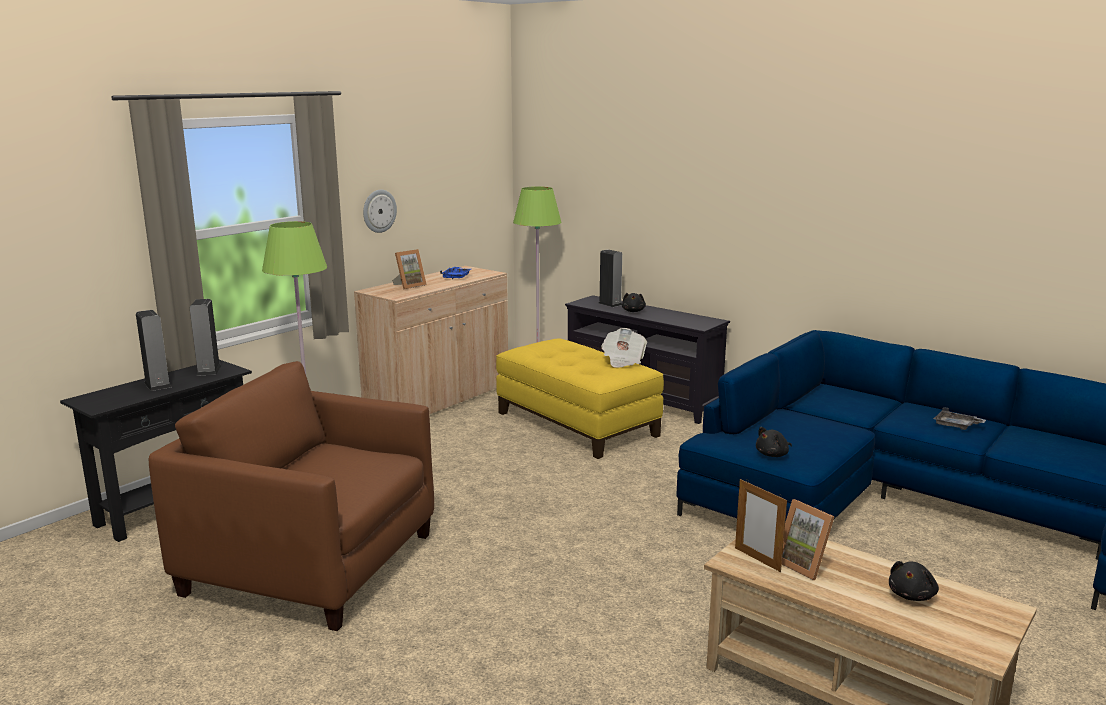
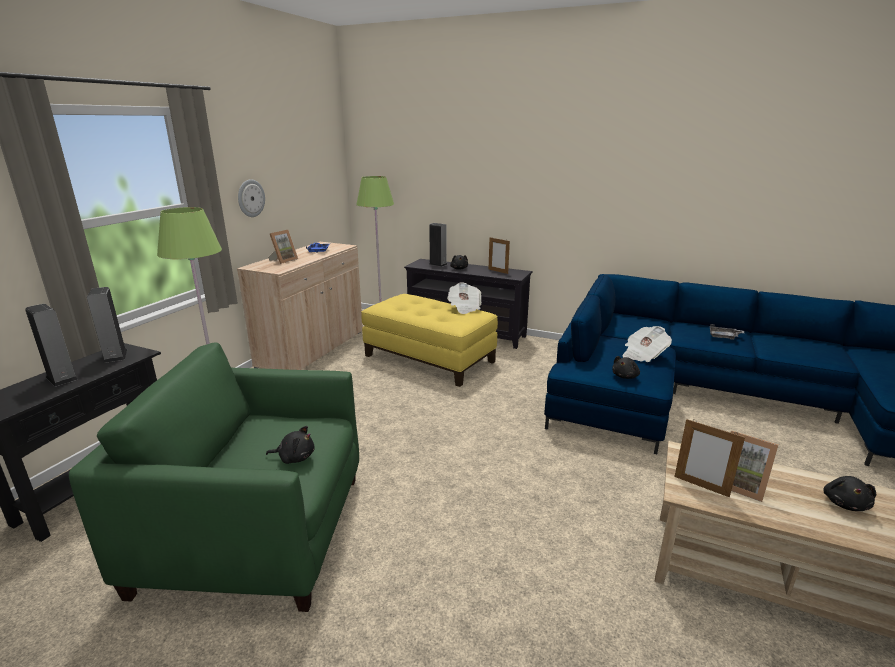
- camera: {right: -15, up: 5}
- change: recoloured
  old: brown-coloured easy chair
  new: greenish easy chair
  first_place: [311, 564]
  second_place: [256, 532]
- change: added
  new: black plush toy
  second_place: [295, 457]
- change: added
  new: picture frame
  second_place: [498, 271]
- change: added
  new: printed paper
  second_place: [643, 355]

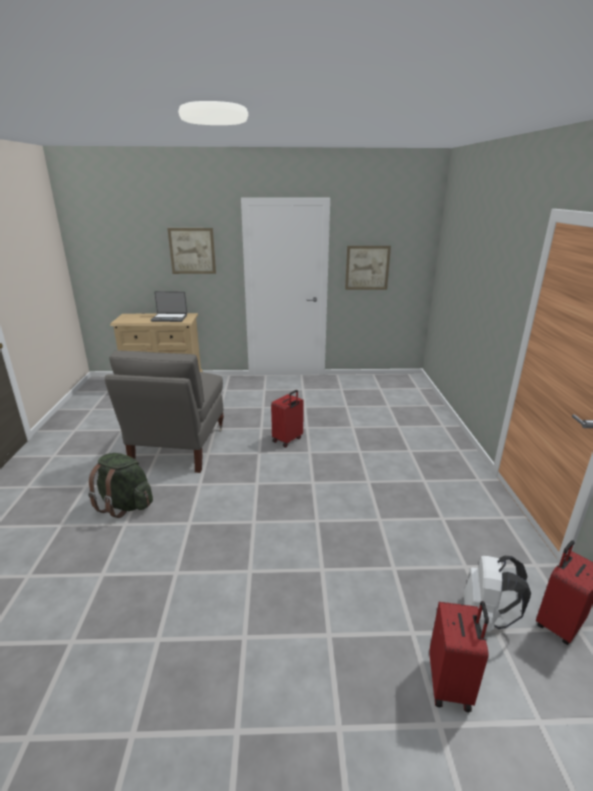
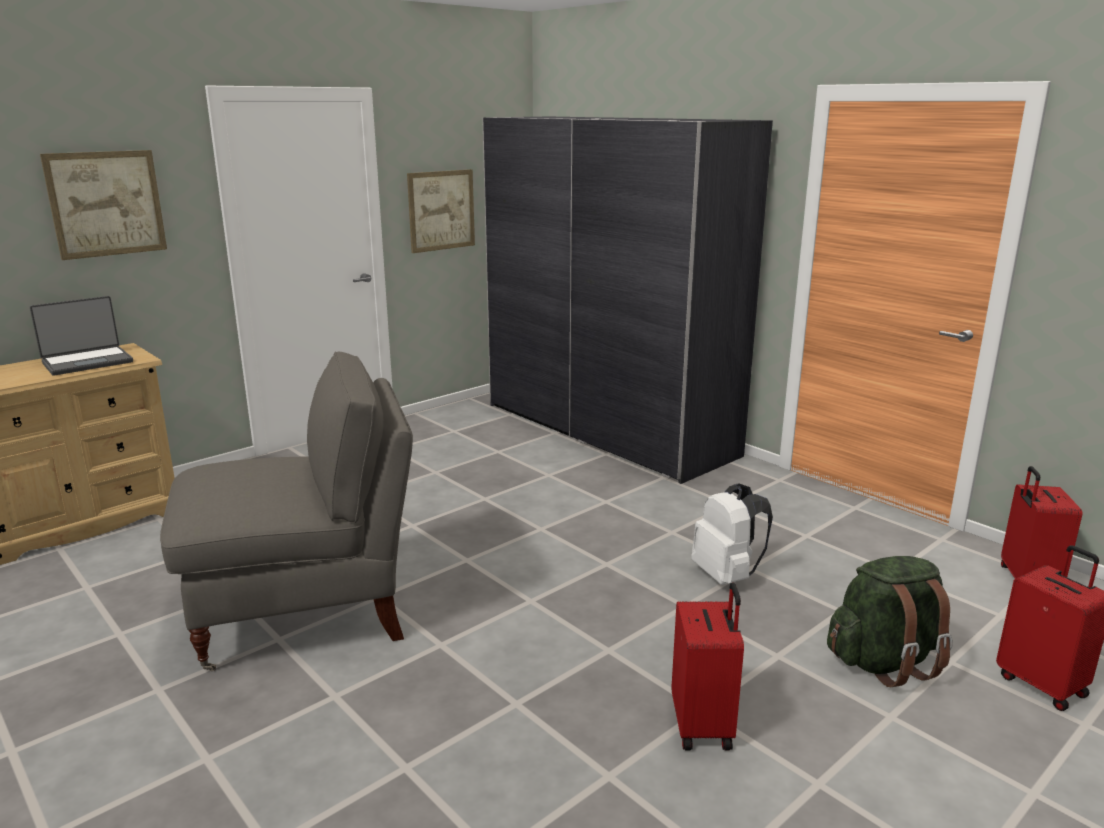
- camera: {right: -40, up: -5}
- change: moved
  old: greenish backpack
  first_place: [125, 505]
  second_place: [884, 662]
- change: turned
  old: grey easy chair
  first_place: [178, 447]
  second_place: [306, 611]
  degrees: -75
- change: moved
  old: reddish piece of luggage
  first_place: [288, 440]
  second_place: [704, 726]
- change: moved
  old: white-coloured backpack
  first_place: [485, 618]
  second_place: [727, 576]
- change: added
  new: grey armoire
  second_place: [607, 429]

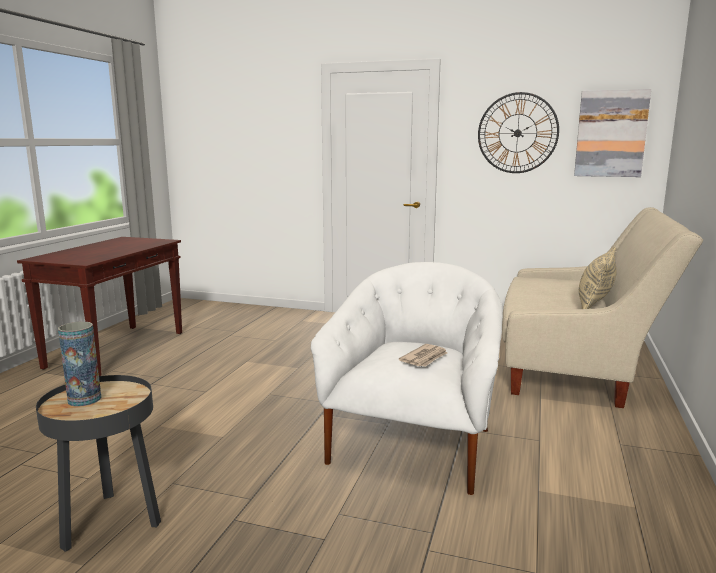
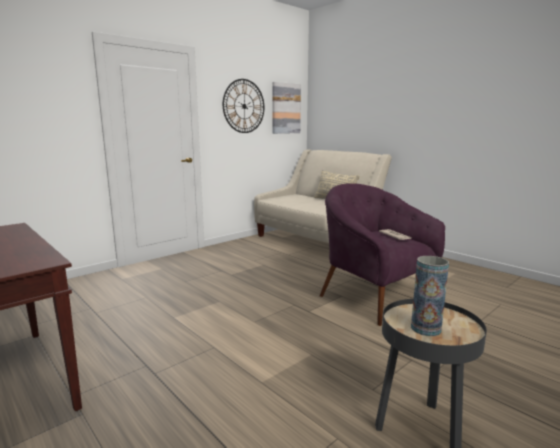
- camera: {right: -60, up: 0}
- change: recoloured
  old: white-coloured easy chair
  new: purplish easy chair
  first_place: [413, 445]
  second_place: [374, 297]

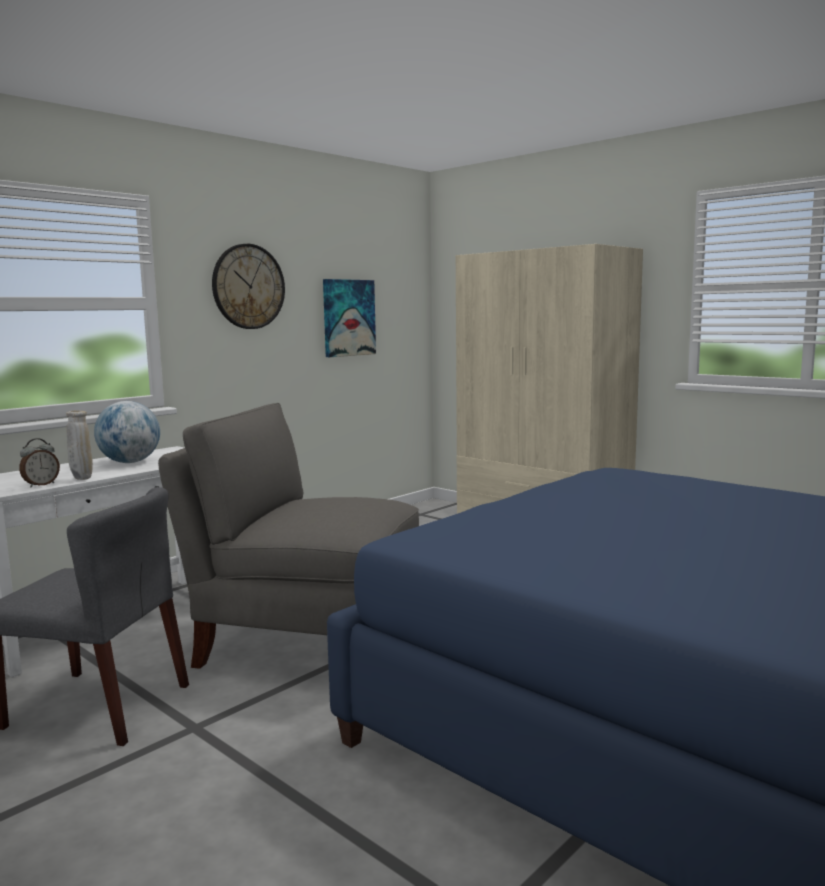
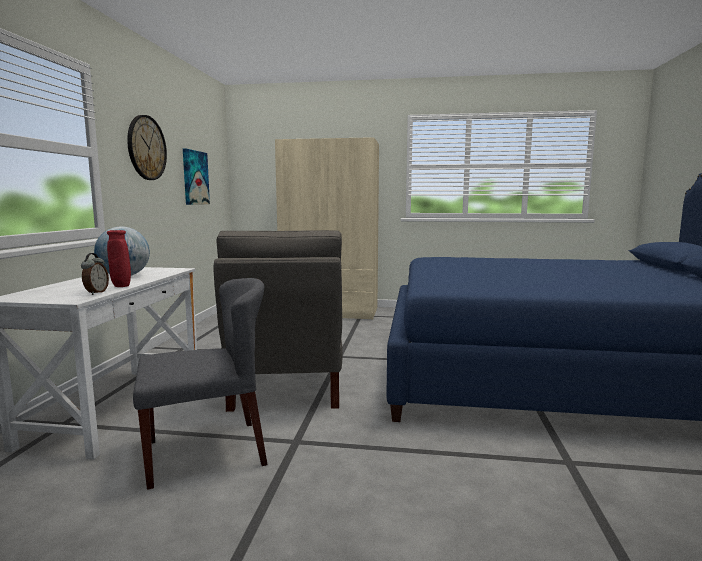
- camera: {right: -35, up: 0}
- change: recoloured
  old: sand-coloured decorative vase
  new: reddish decorative vase
  first_place: [82, 479]
  second_place: [121, 287]
- change: turned
  old: grey easy chair
  first_place: [304, 643]
  second_place: [286, 385]
  degrees: -75

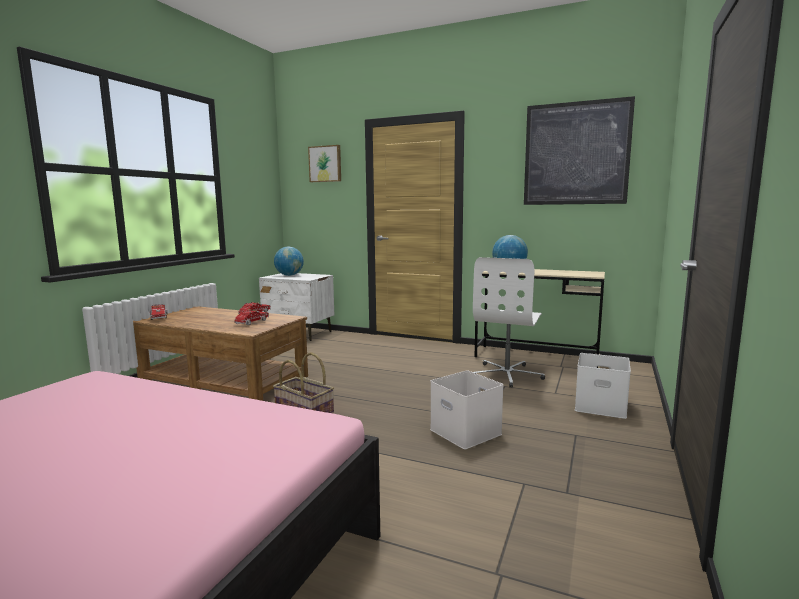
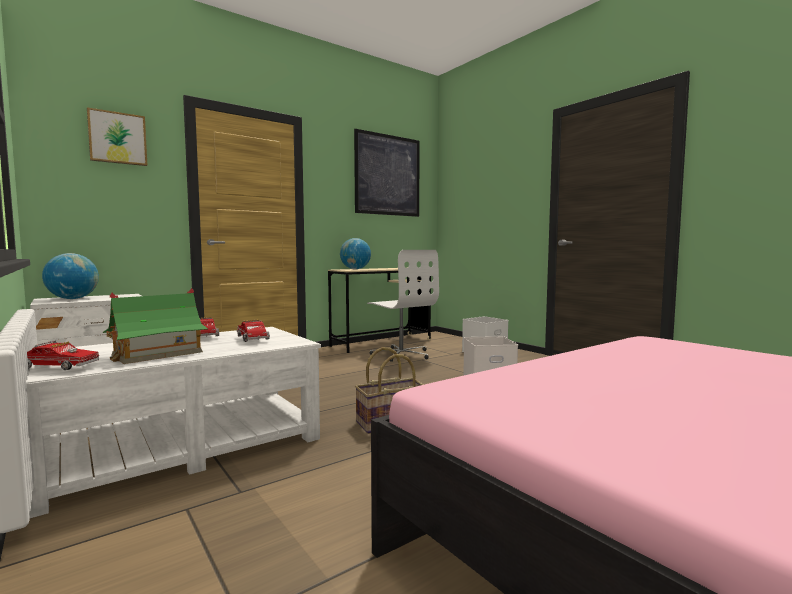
- camera: {right: -60, up: -5}
- change: recoloured
  old: brown-coloured low table
  new: white-coloured low table
  first_place: [224, 379]
  second_place: [181, 447]
- change: added
  new: model house
  second_place: [157, 354]

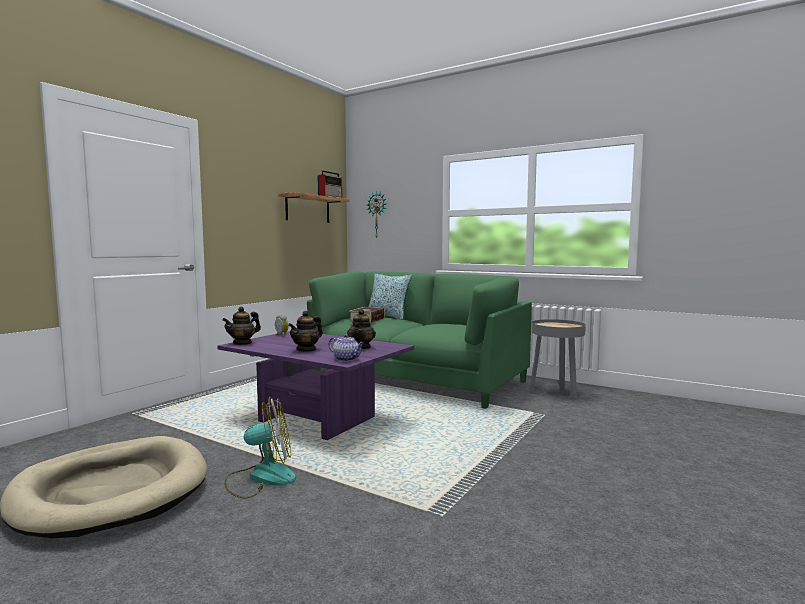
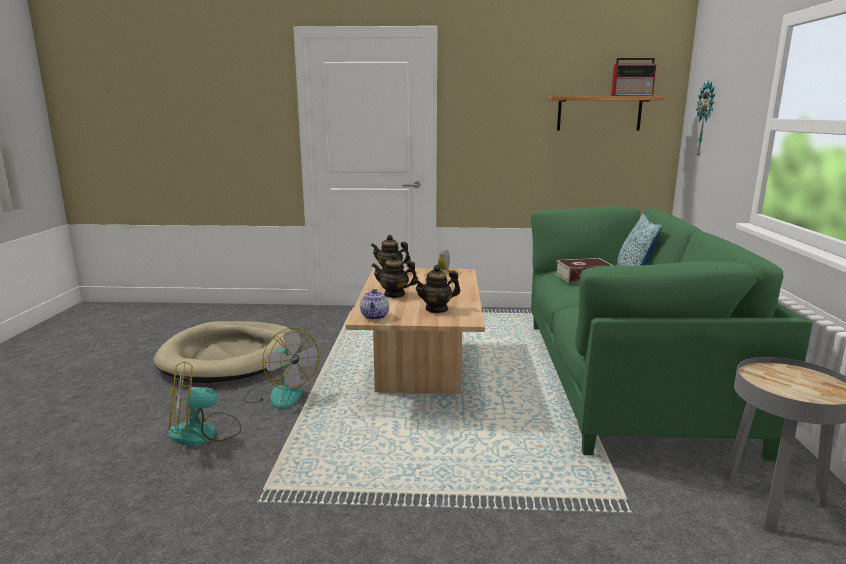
- camera: {right: 60, up: 10}
- change: recoloured
  old: purplish low table
  new: sand-coloured low table
  first_place: [317, 419]
  second_place: [420, 371]
- change: added
  new: cooling fan
  second_place: [204, 433]

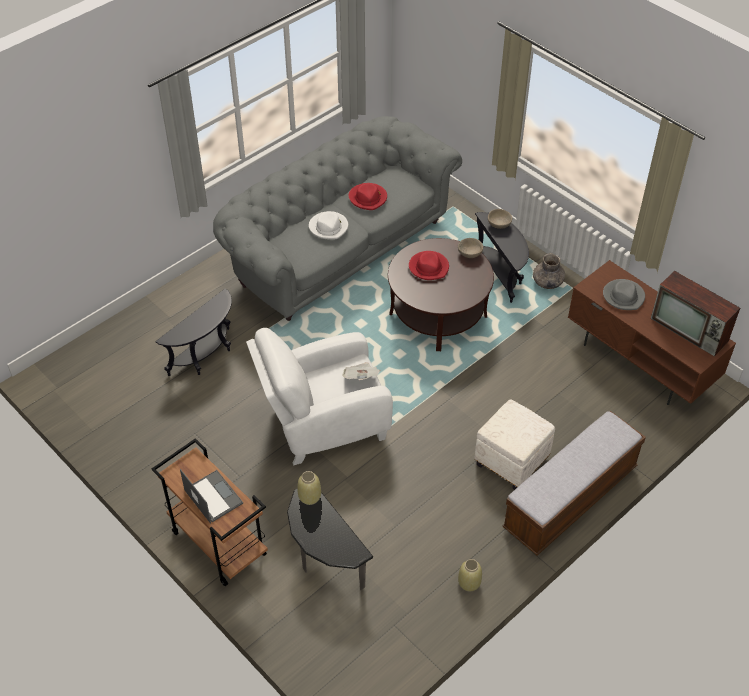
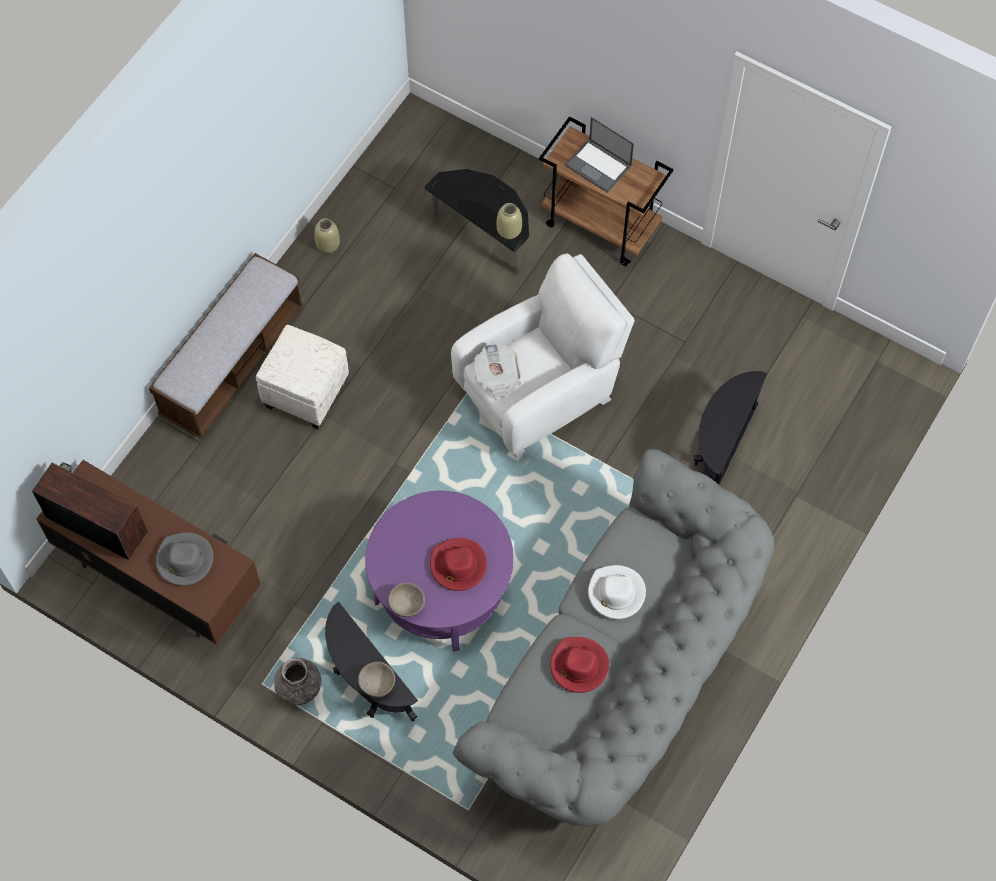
- camera: {right: 165, up: 15}
- change: recoloured
  old: brown-coloured low table
  new: purplish low table
  first_place: [438, 314]
  second_place: [441, 588]

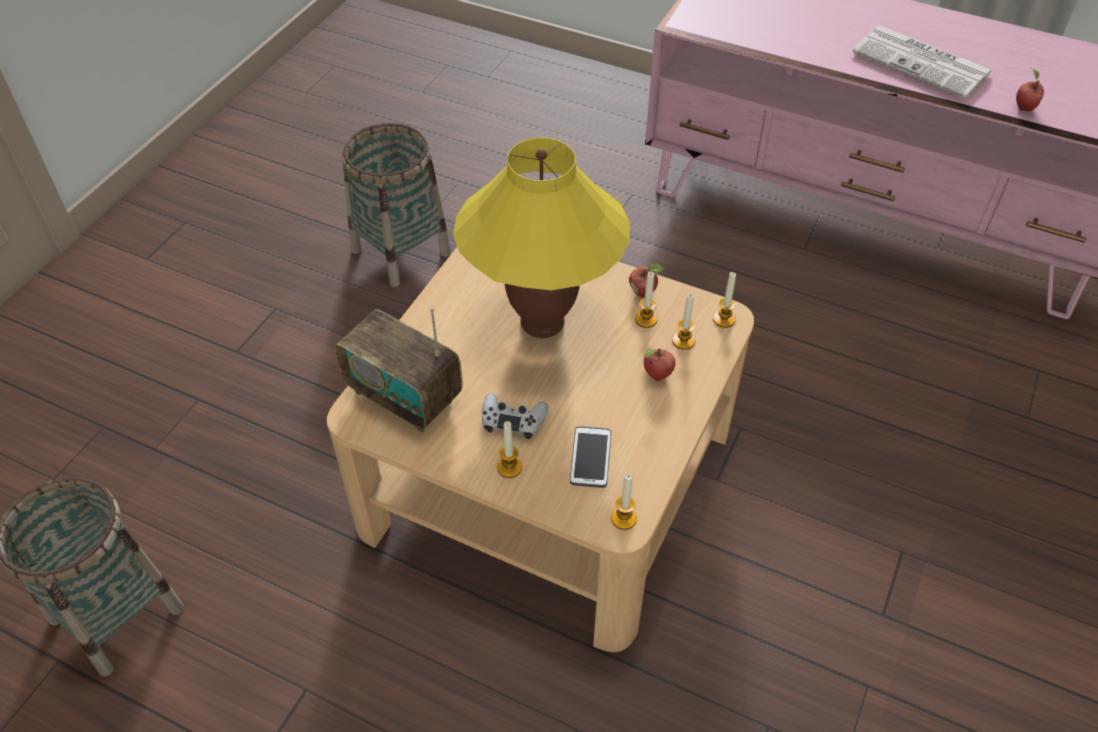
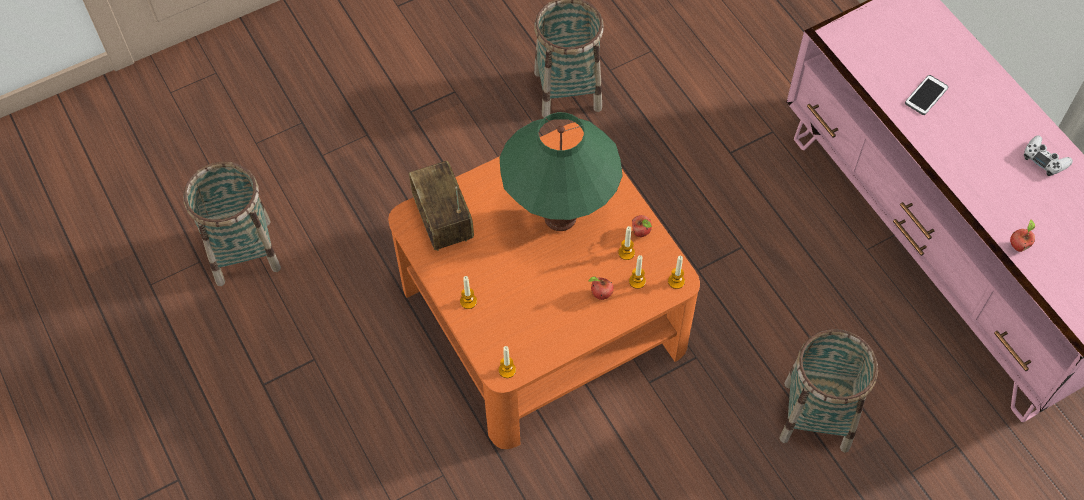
- camera: {right: 35, up: 10}
- change: recoloured
  old: sand-coloured low table
  new: orange-coloured low table
  first_place: [551, 477]
  second_place: [544, 316]
- change: recoloured
  old: yellow-coloured tabletop lamp
  new: greenish tabletop lamp
  first_place: [542, 323]
  second_place: [560, 218]
- change: moved
  old: white-coloured joypad
  first_place: [513, 420]
  second_place: [1044, 159]
- change: moved
  old: phone
  first_place: [590, 457]
  second_place: [926, 95]
- change: removed
  old: printed paper
  first_place: [923, 63]
- change: added
  new: storage basket
  second_place: [816, 416]

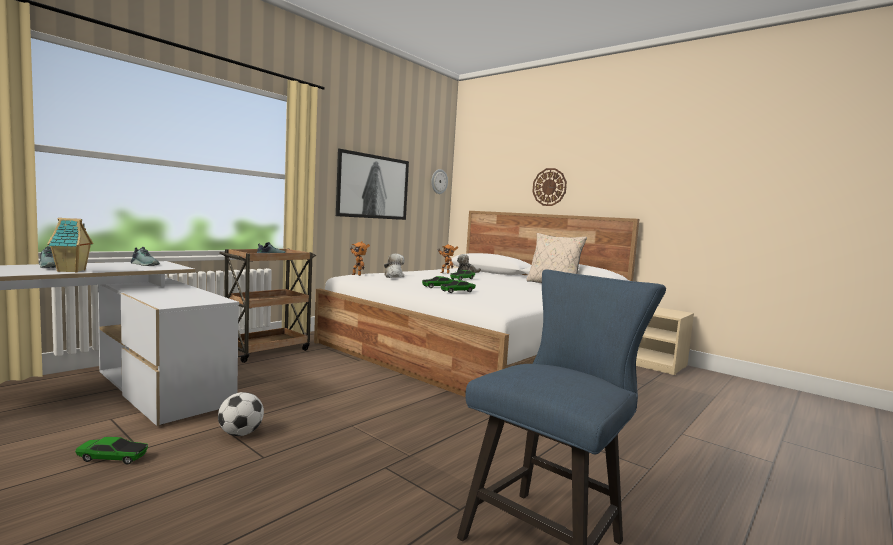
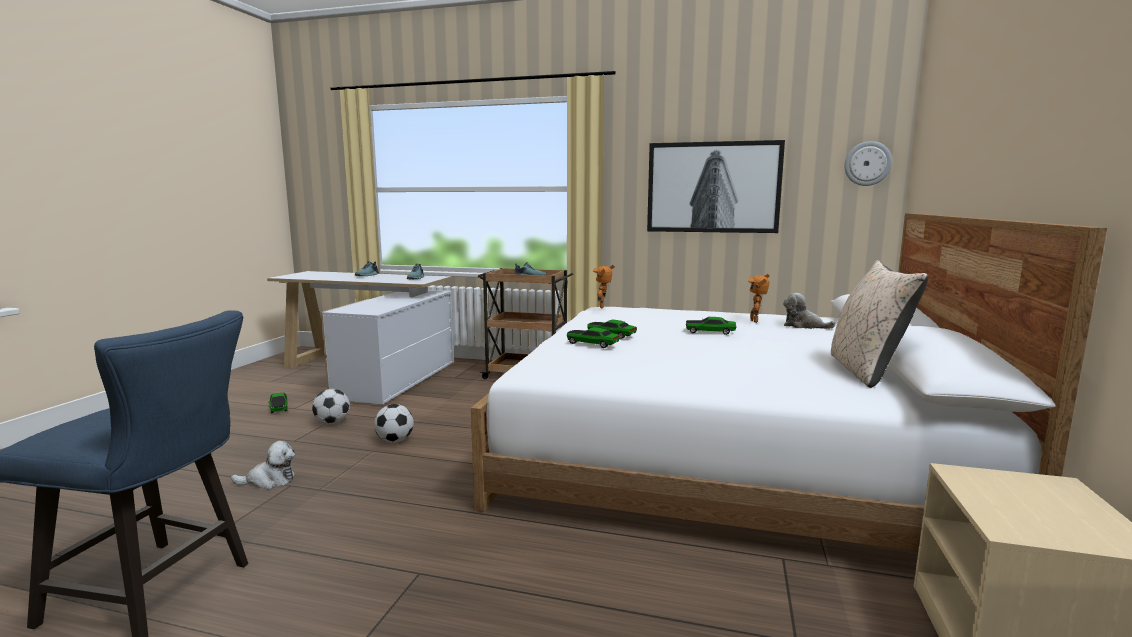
- camera: {right: 65, up: 5}
- change: removed
  old: model house
  first_place: [72, 271]
- change: moved
  old: plush toy
  first_place: [393, 276]
  second_place: [269, 481]
- change: removed
  old: clock on the wall
  first_place: [549, 187]
- change: added
  new: football
  second_place: [395, 441]

